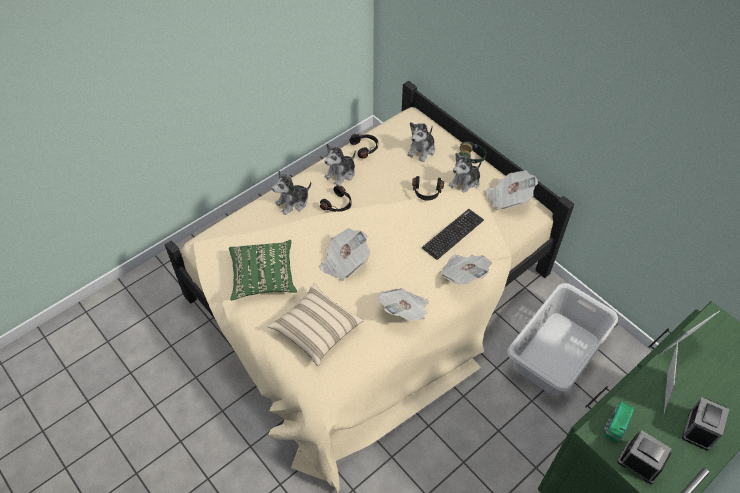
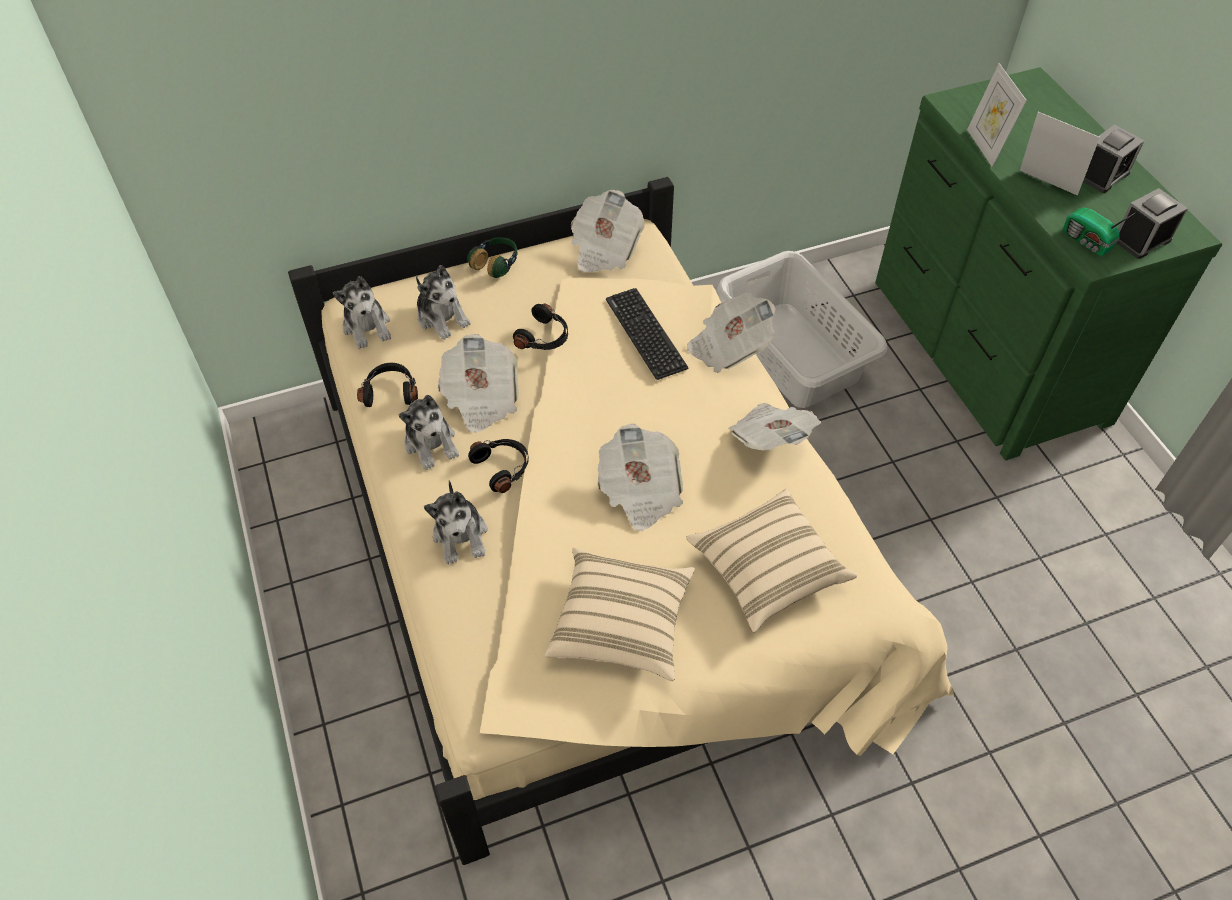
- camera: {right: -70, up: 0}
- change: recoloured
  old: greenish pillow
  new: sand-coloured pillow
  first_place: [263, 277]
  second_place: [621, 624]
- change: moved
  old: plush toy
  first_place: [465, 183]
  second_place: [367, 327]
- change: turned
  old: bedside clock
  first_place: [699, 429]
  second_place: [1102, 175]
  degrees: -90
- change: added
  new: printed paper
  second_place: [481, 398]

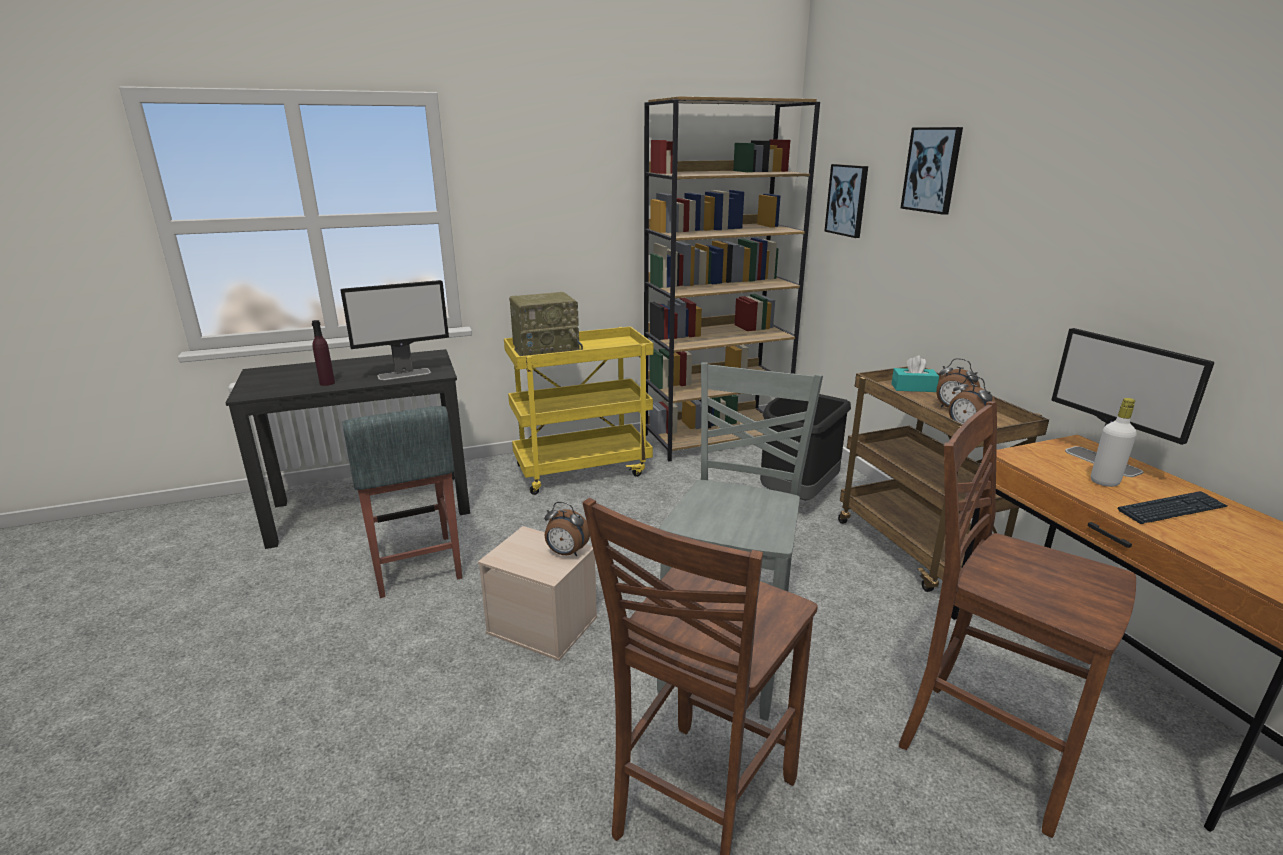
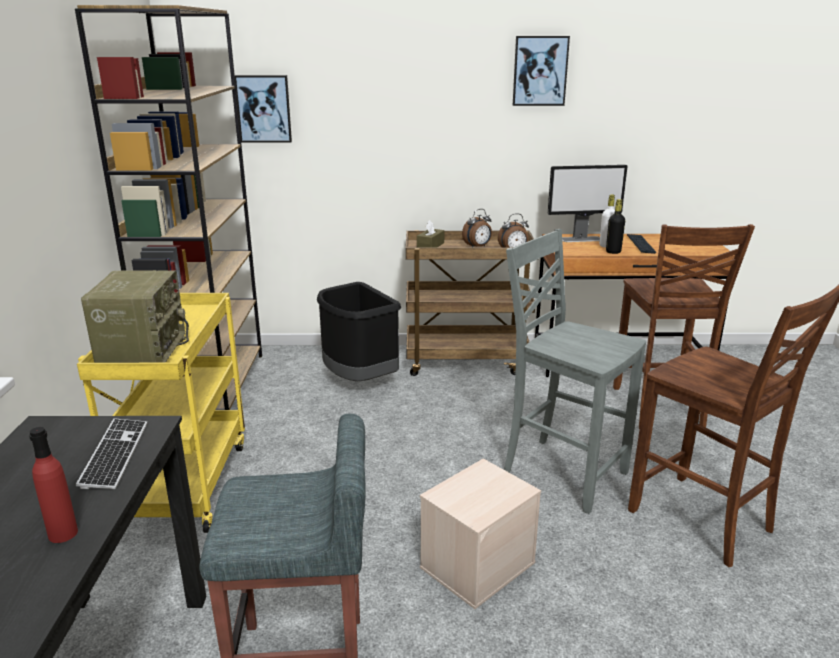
- camera: {right: -70, up: 0}
- change: recoloured
  old: purplish bottle
  new: reddish bottle
  first_place: [327, 383]
  second_place: [63, 534]
- change: replaced
  old: monitor
  new: computer keyboard
  first_place: [405, 374]
  second_place: [115, 455]
- change: removed
  old: bedside clock
  first_place: [566, 553]
- change: recoloured
  old: turquoise tissue box
  new: brown-coloured tissue box
  first_place: [913, 388]
  second_place: [430, 246]
- change: turned
  old: brown-coloured upright chair
  first_place: [983, 747]
  second_place: [658, 408]
  degrees: -60
- change: moved
  old: picture
  first_place: [932, 170]
  second_place: [540, 71]
- change: added
  new: black bottle
  second_place: [613, 252]

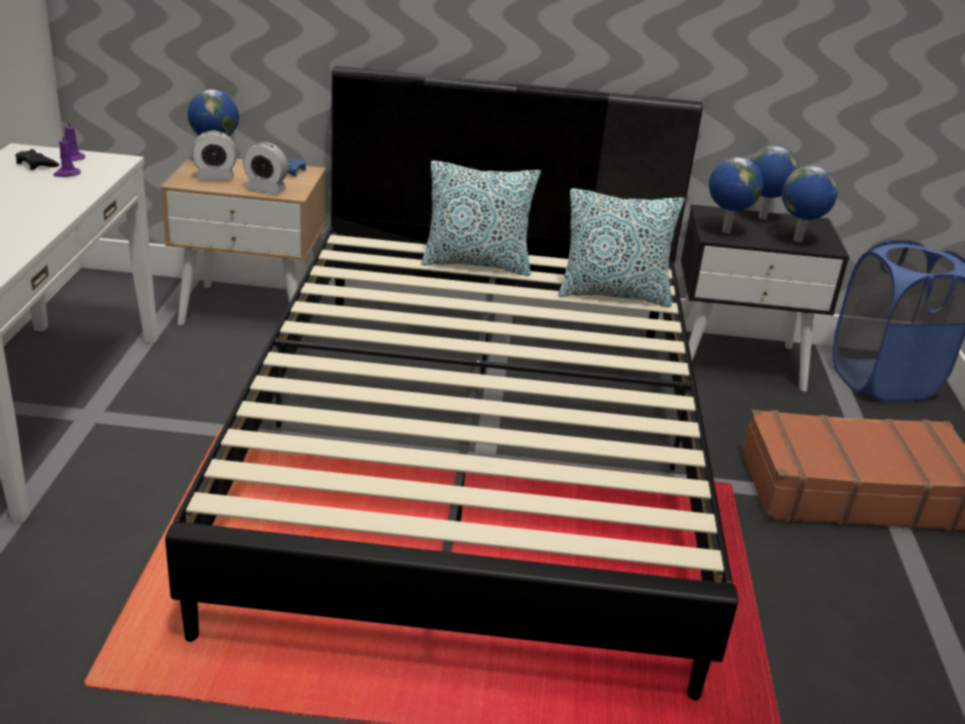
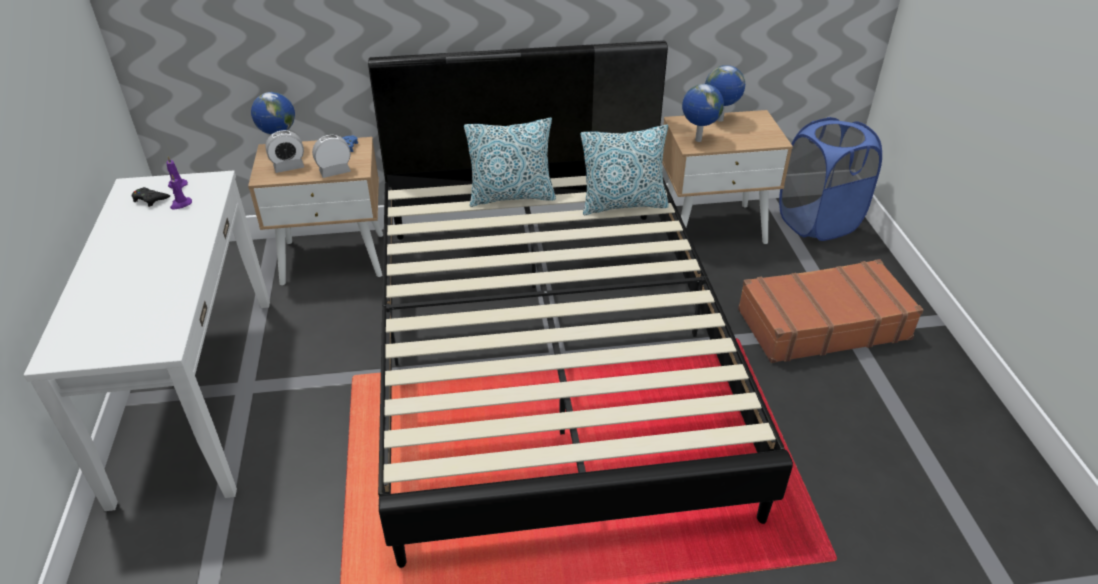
- camera: {right: -10, up: 10}
- change: turned
  old: bedside clock
  first_place: [266, 190]
  second_place: [335, 171]
  degrees: 150
- change: recoloured
  old: black nightstand
  new: sand-coloured nightstand
  first_place: [738, 361]
  second_place: [712, 226]
- change: removed
  old: world globe
  first_place: [798, 241]

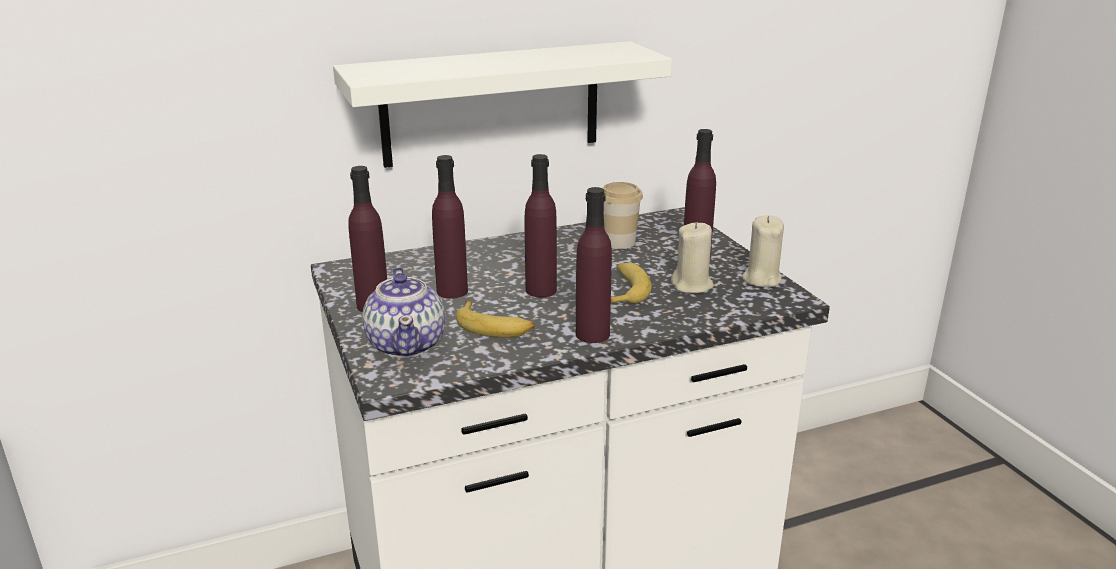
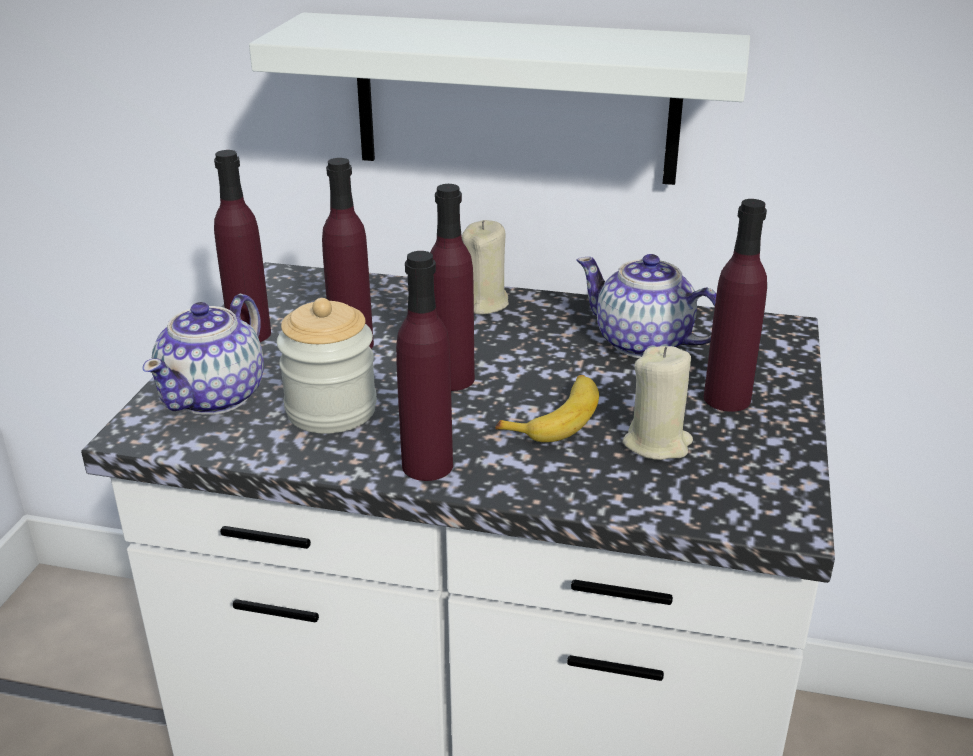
- camera: {right: 35, up: 5}
- change: replaced
  old: whole banana
  new: preserve jar
  first_place: [494, 327]
  second_place: [331, 410]
- change: replaced
  old: cup
  new: tea pot
  first_place: [619, 242]
  second_place: [644, 343]
- change: moved
  old: sand-coloured wax candle
  first_place: [761, 279]
  second_place: [483, 303]

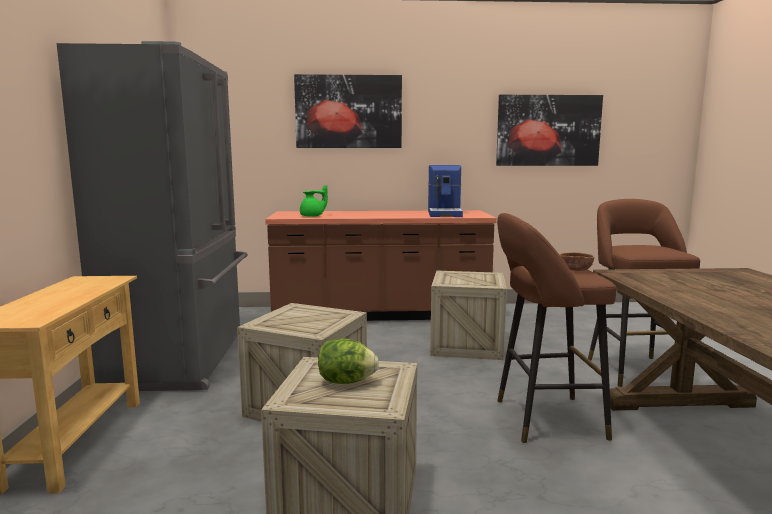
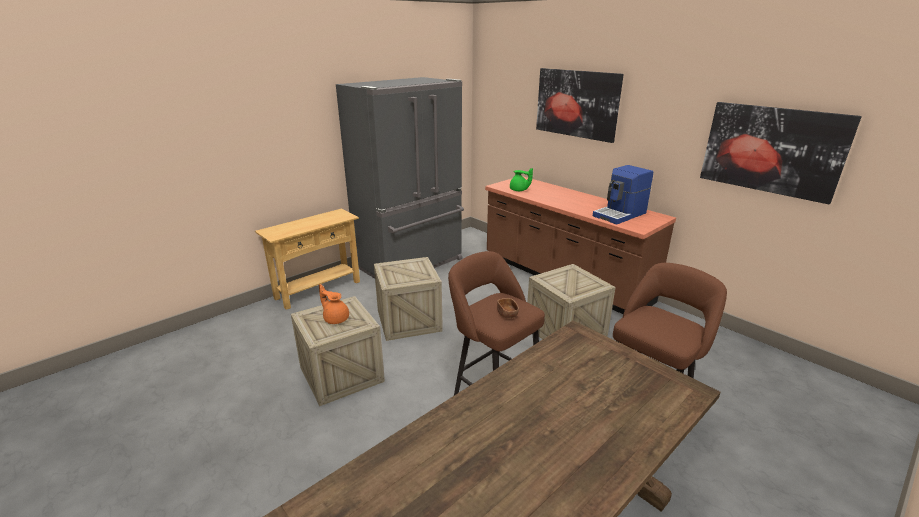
- camera: {right: 50, up: 15}
- change: replaced
  old: lettuce head
  new: orange-coloured tea pot
  first_place: [346, 382]
  second_place: [335, 318]

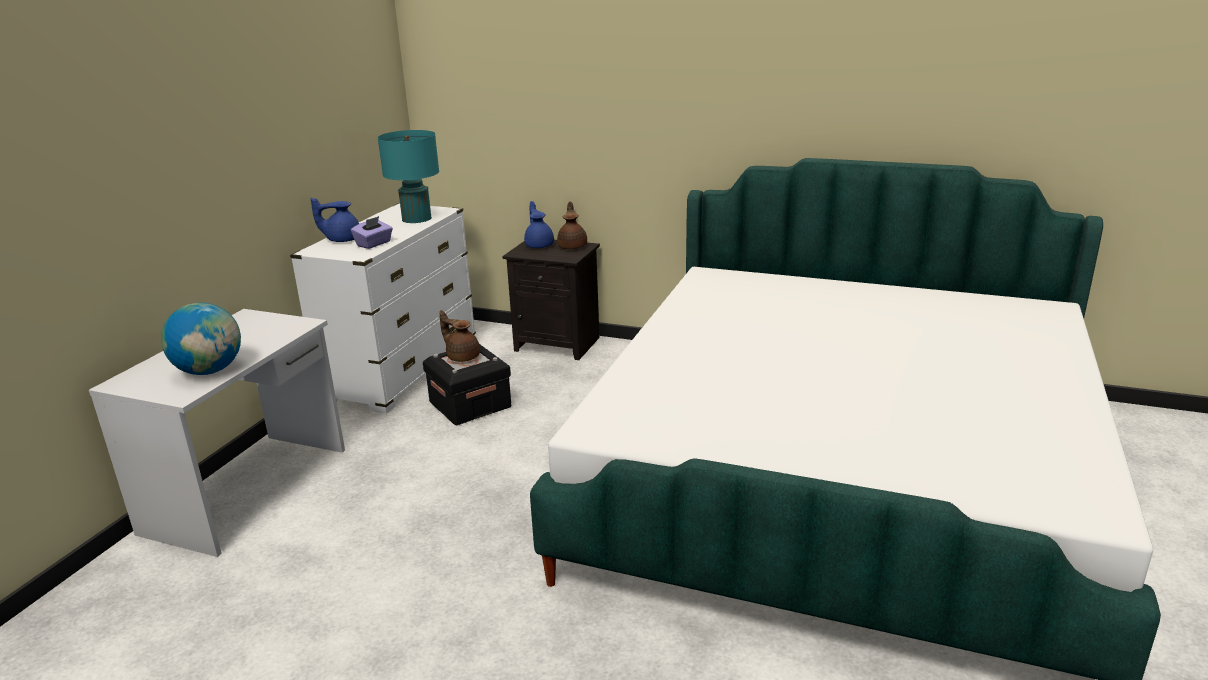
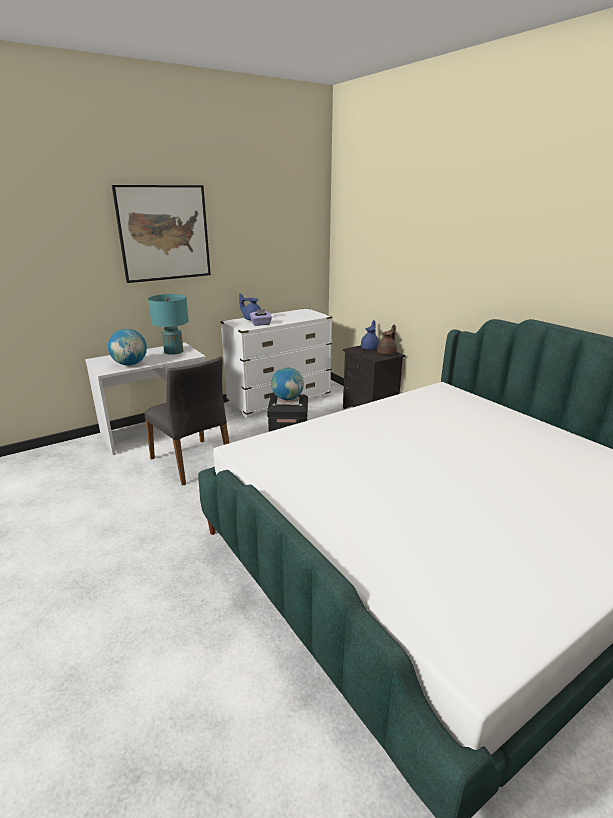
- camera: {right: 35, up: 0}
- change: moved
  old: turquoise tabletop lamp
  first_place: [416, 218]
  second_place: [173, 351]
- change: replaced
  old: brown-coloured tea pot
  new: world globe
  first_place: [462, 356]
  second_place: [287, 398]
- change: added
  new: picture
  second_place: [164, 233]
- change: added
  new: grey upright chair
  second_place: [192, 462]

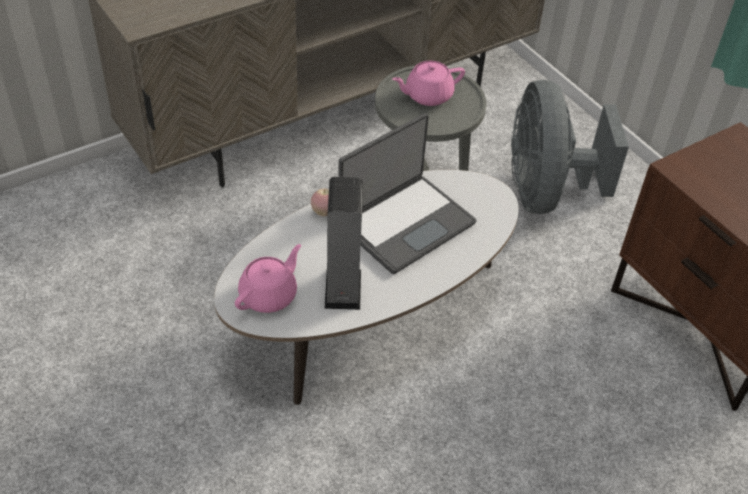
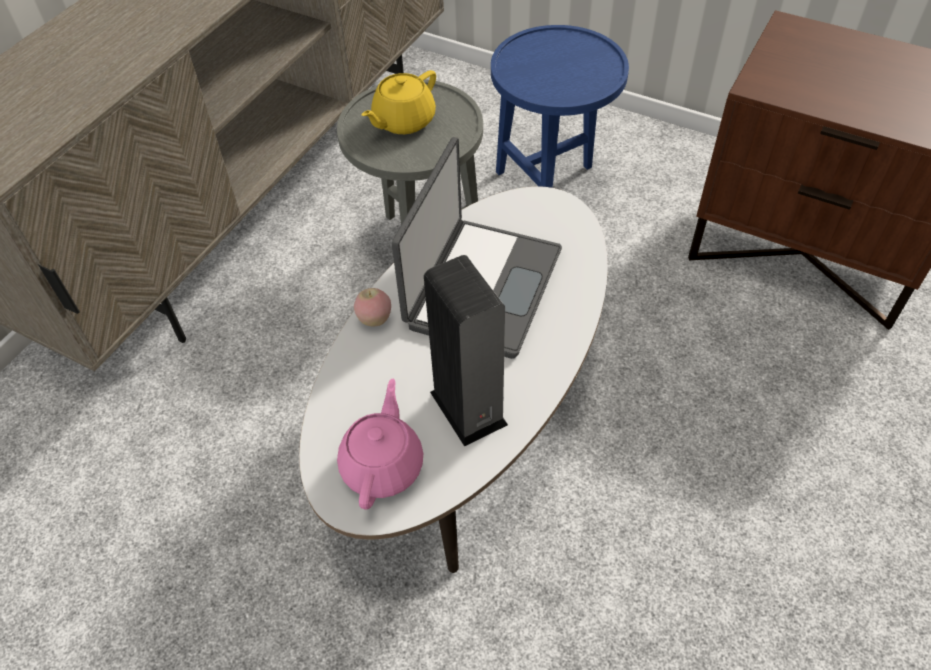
- camera: {right: -25, up: 5}
- change: recoloured
  old: pinkish tea pot
  new: yellow-coloured tea pot
  first_place: [427, 95]
  second_place: [403, 121]
- change: replaced
  old: grey cooling fan
  new: bluish side table
  first_place: [545, 192]
  second_place: [550, 183]

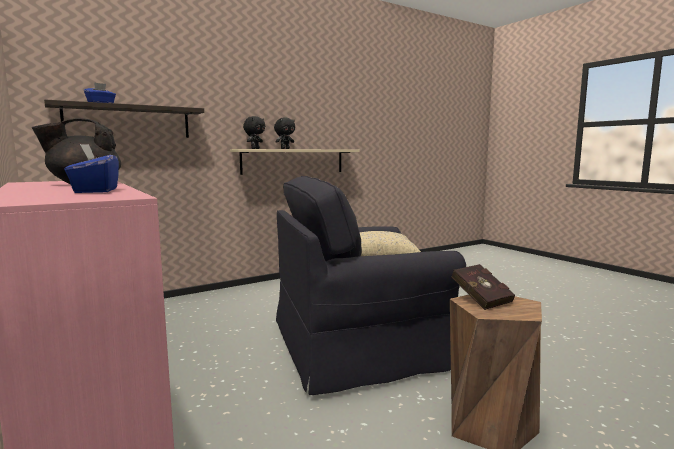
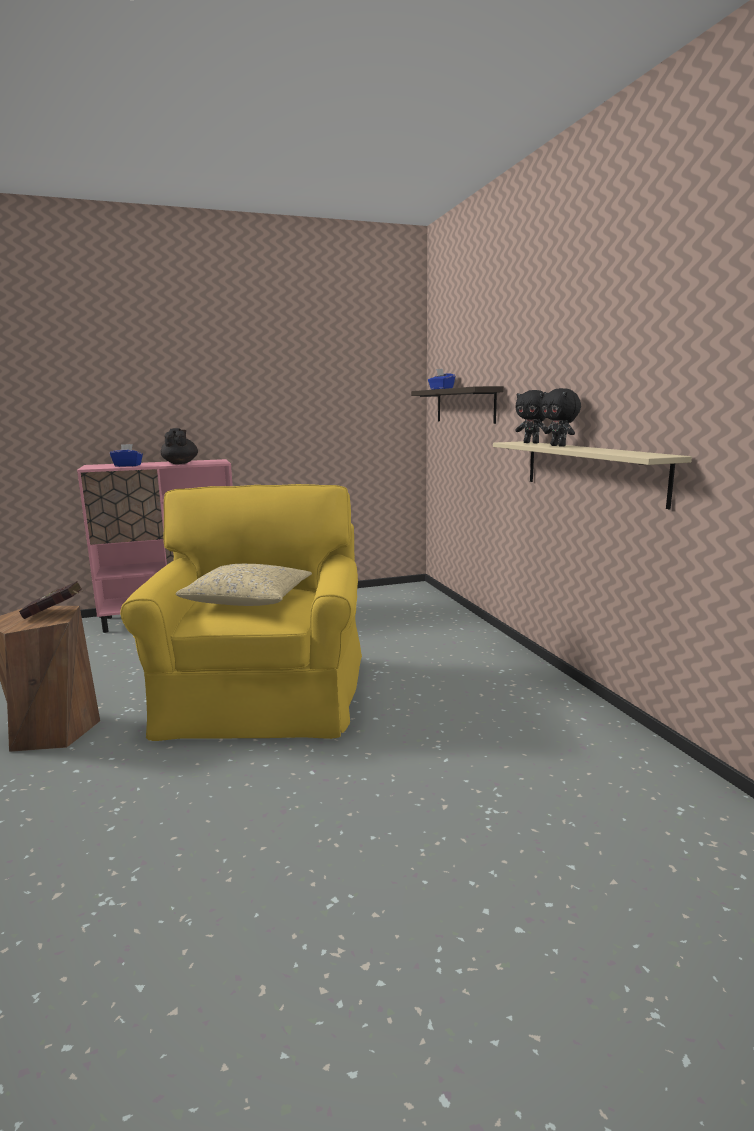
- camera: {right: 105, up: 5}
- change: recoloured
  old: black easy chair
  new: yellow-coloured easy chair
  first_place: [359, 346]
  second_place: [261, 696]

